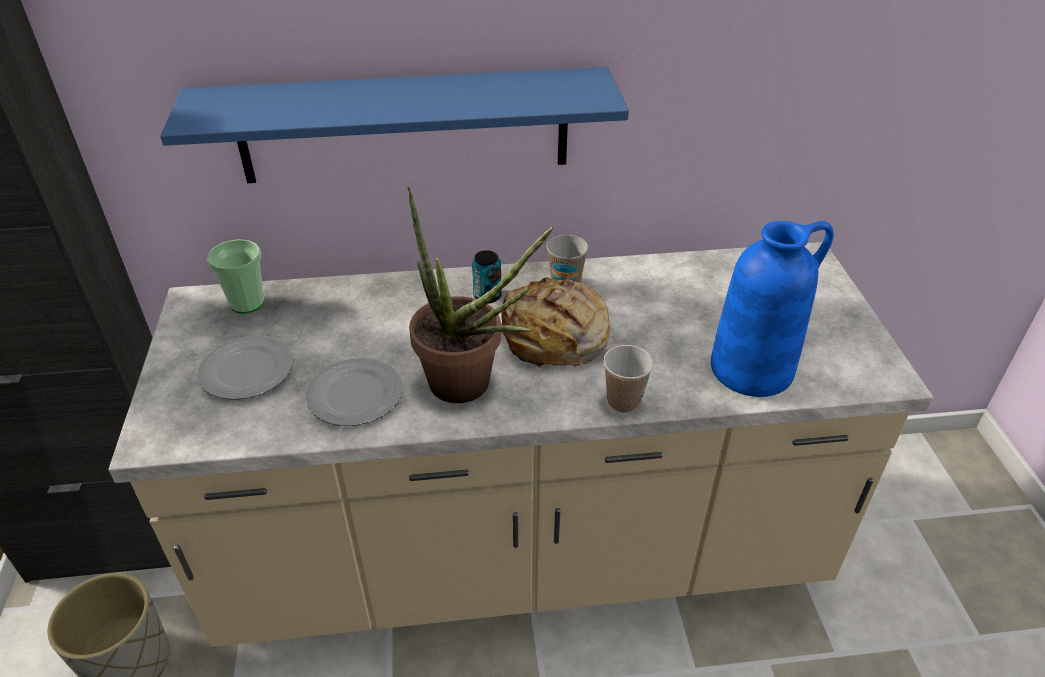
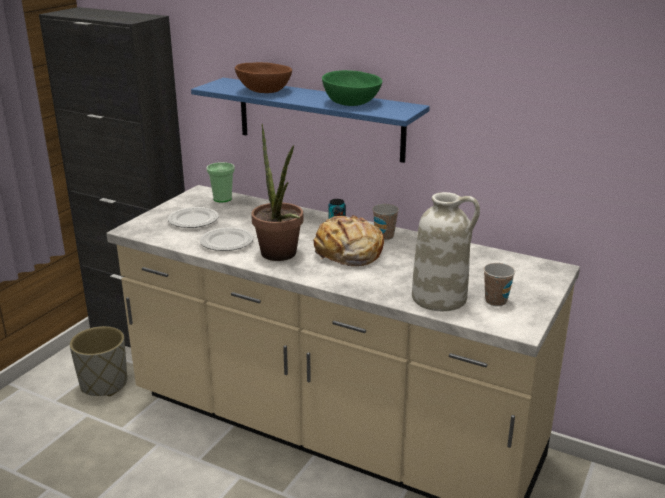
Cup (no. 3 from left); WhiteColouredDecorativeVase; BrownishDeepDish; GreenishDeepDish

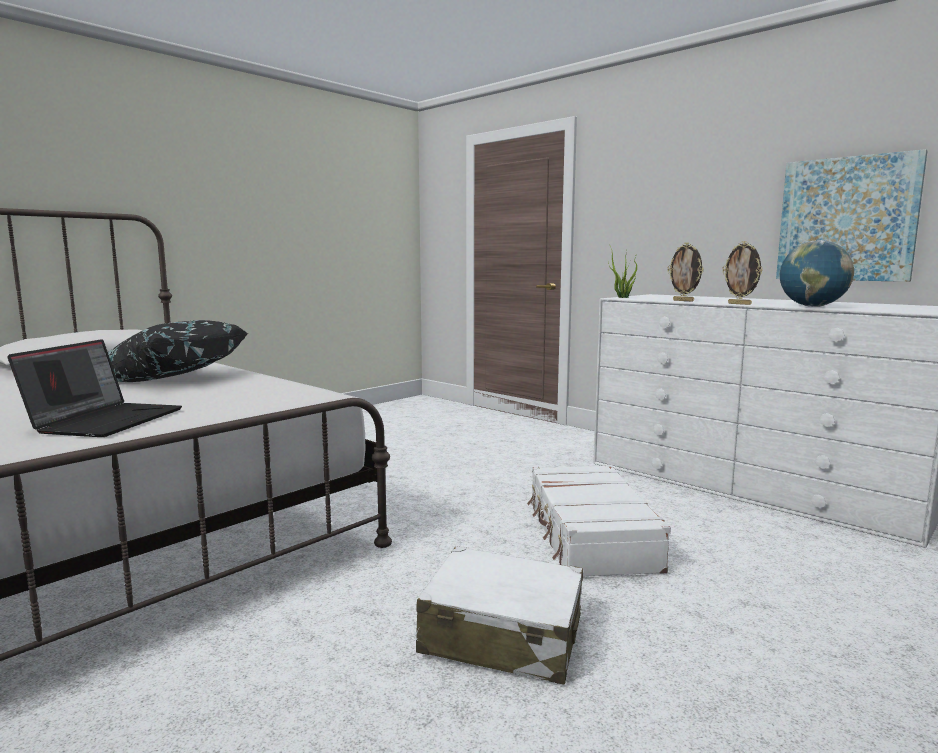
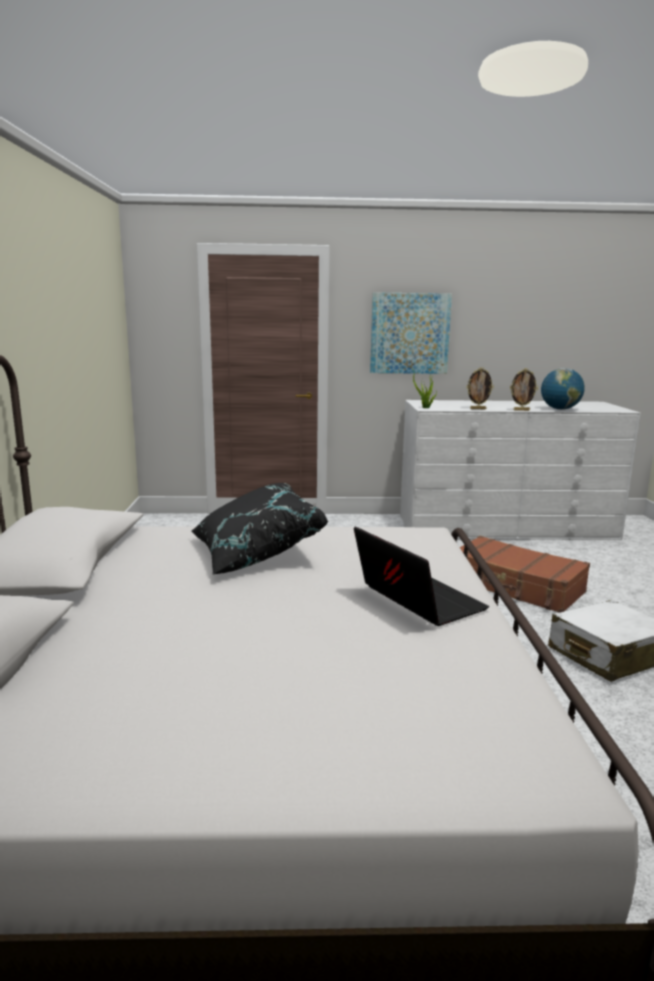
BrownishSuitcase; Picture

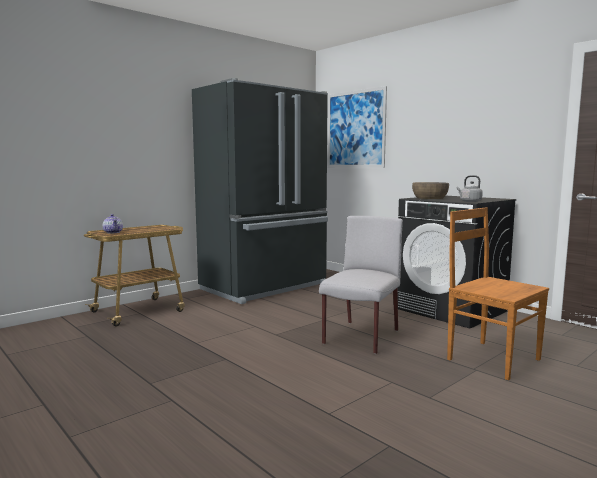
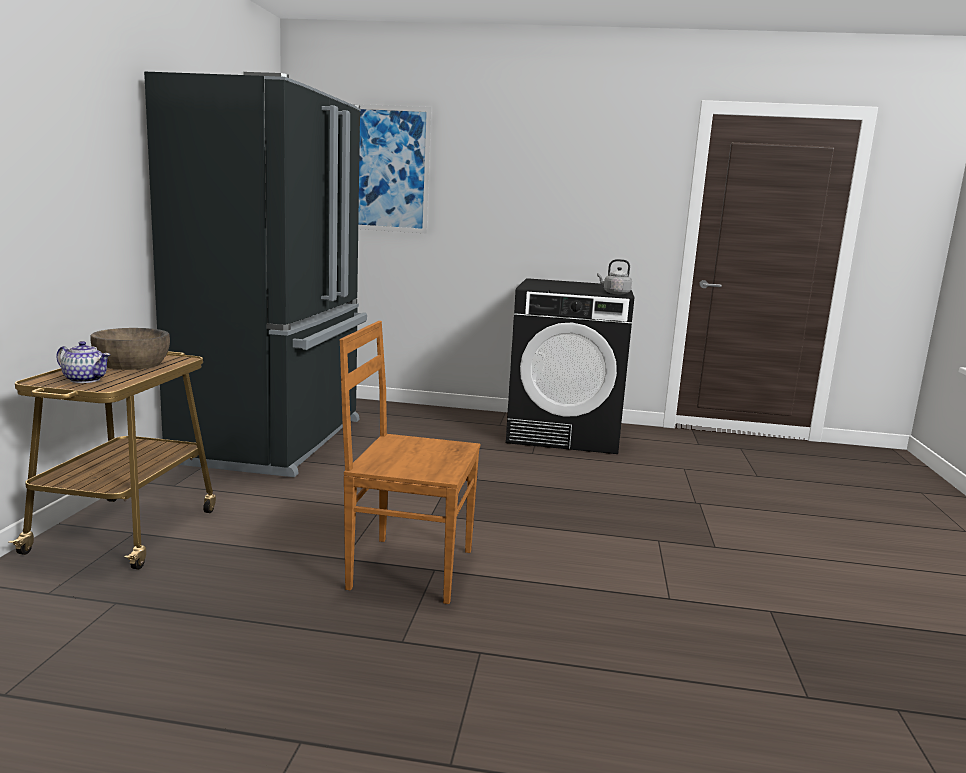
GrayChair; BrownishDeepDish; BrownishChair

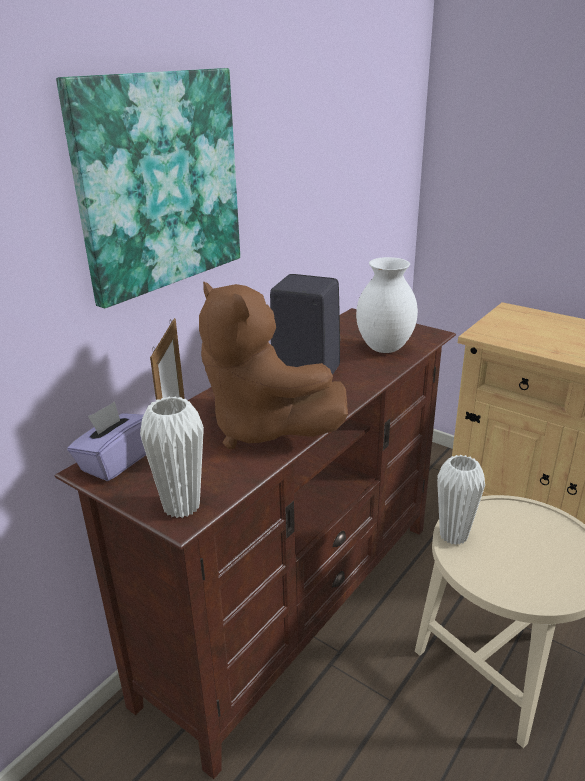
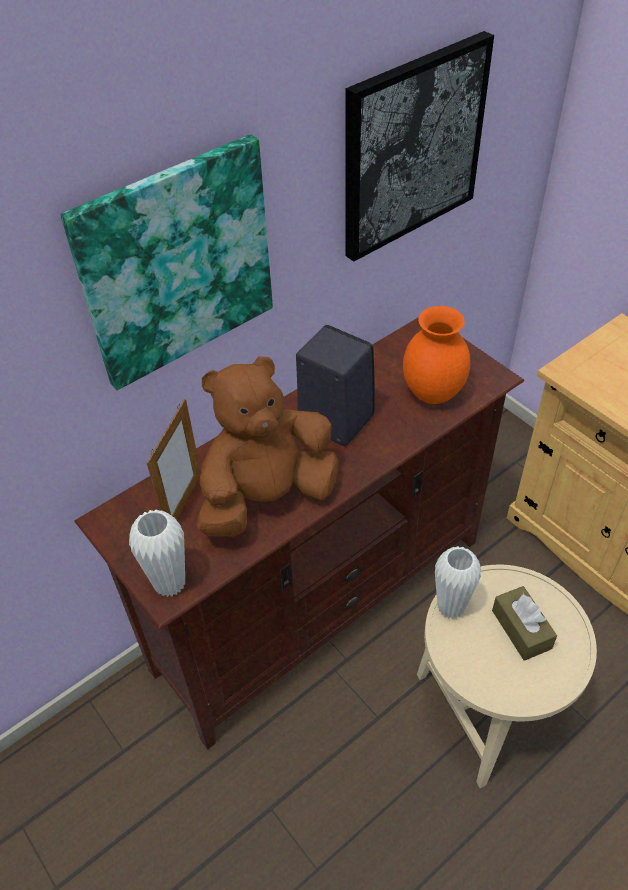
PurpleTissueBox; BrownishSoftToy; OrangeColouredDecorativeVase; Picture (no. 2 from left); BrownishTissueBox

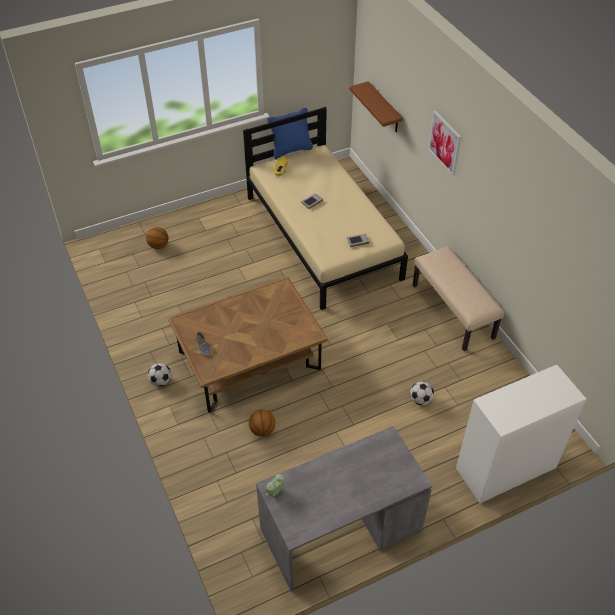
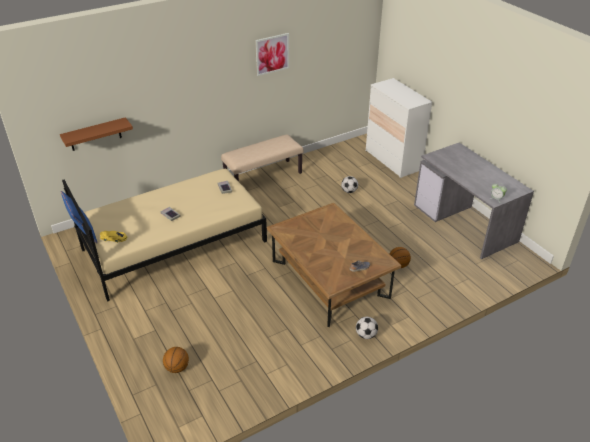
Picture

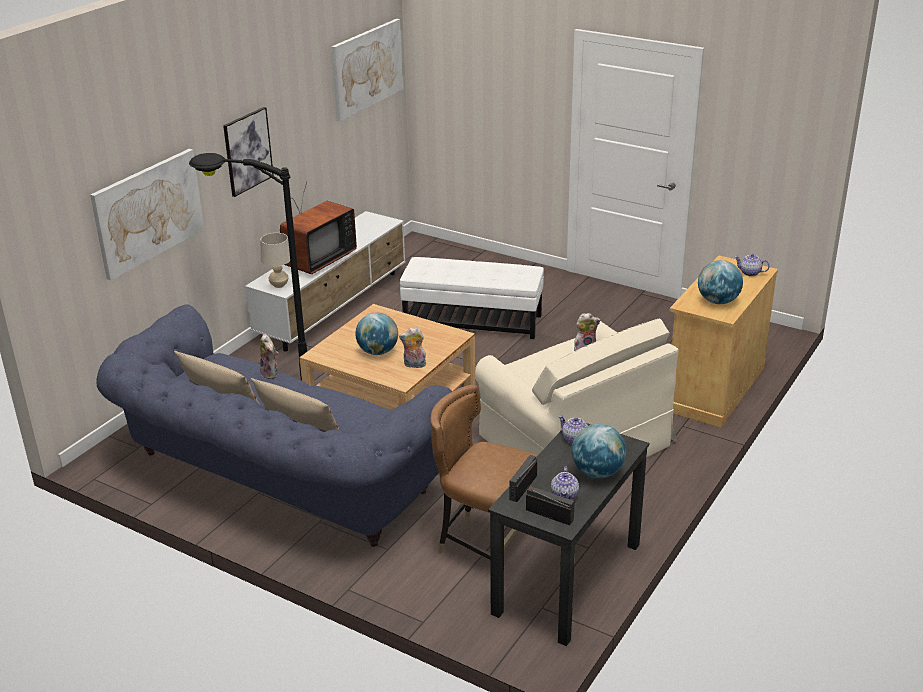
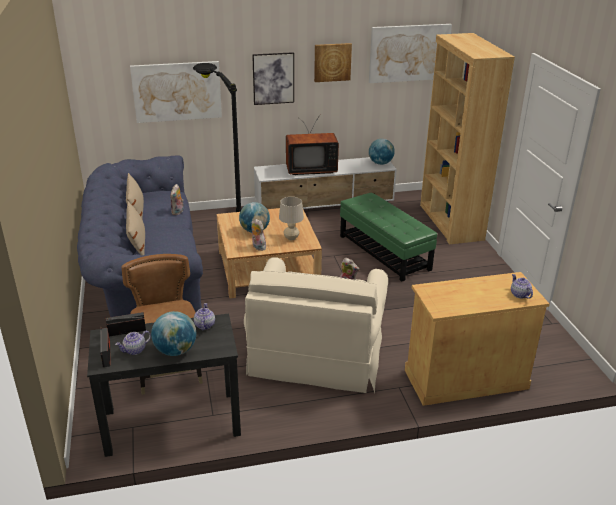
BeigeColouredTableLamp; GreenishPouffe; Globe (no. 3 from left); Picture (no. 3 from left); BrownishBookcase

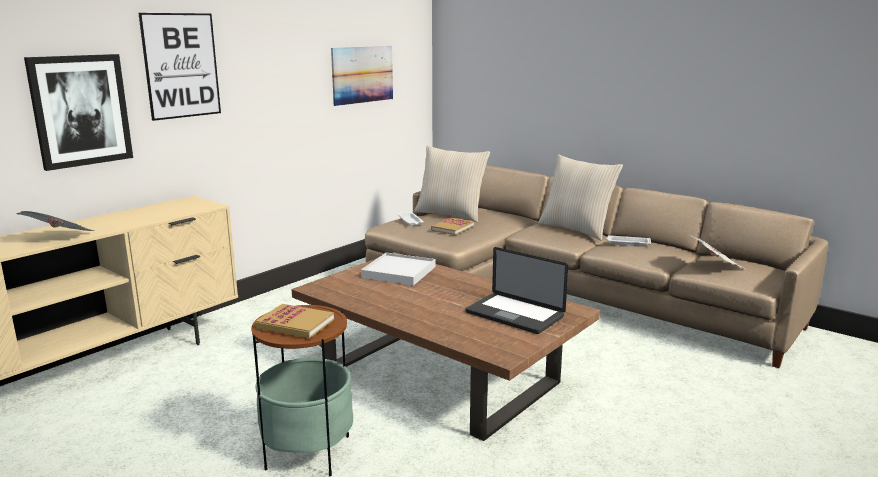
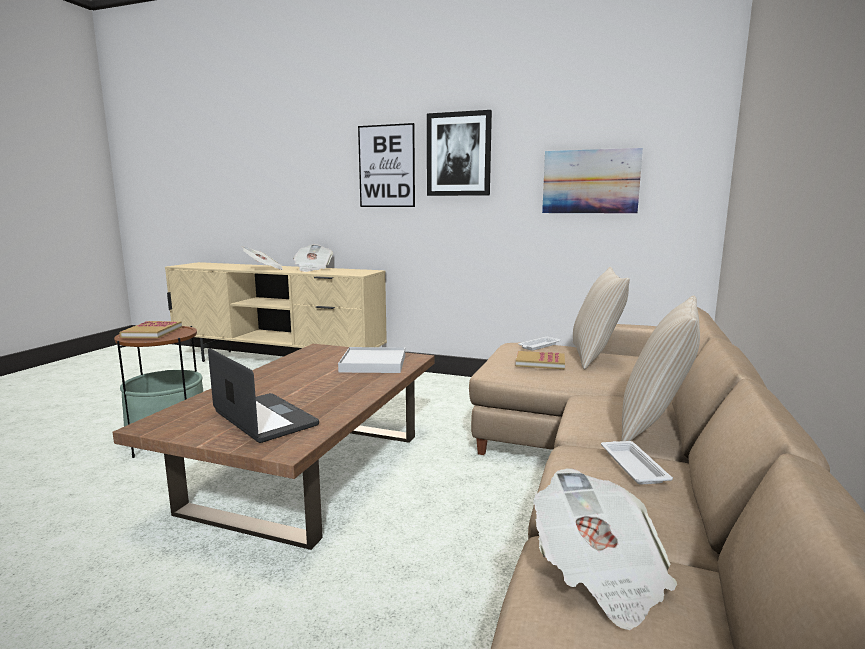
Picture (no. 2 from left); PortableComputer; PrintedPaper (no. 2 from left)

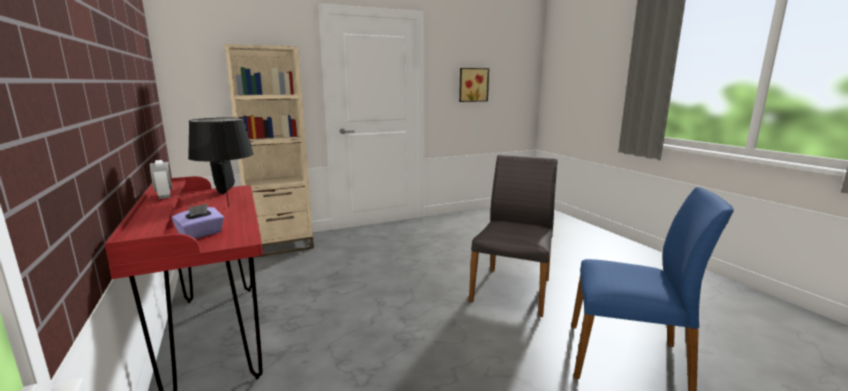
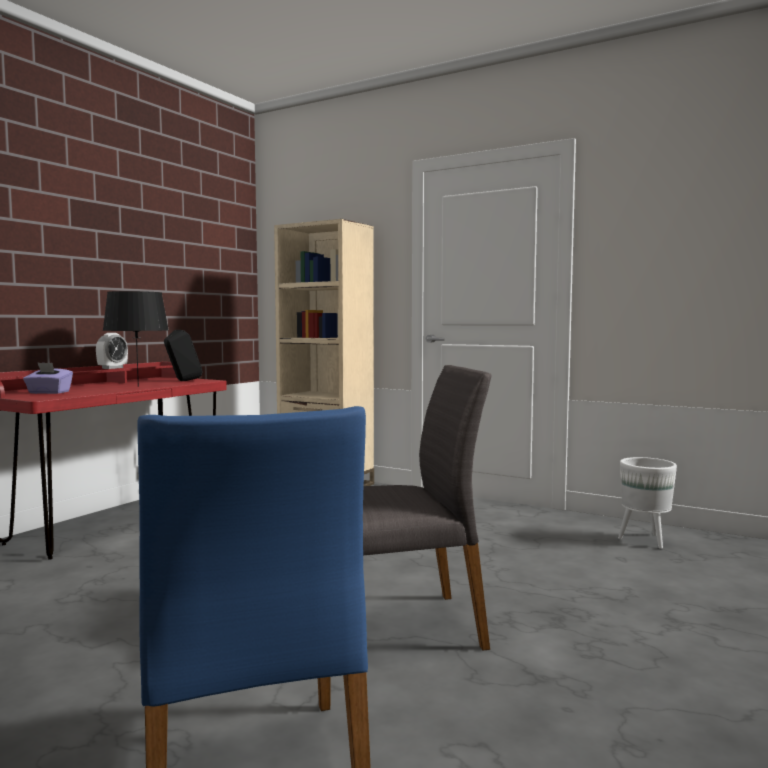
Picture; WhiteColouredFlowerPot

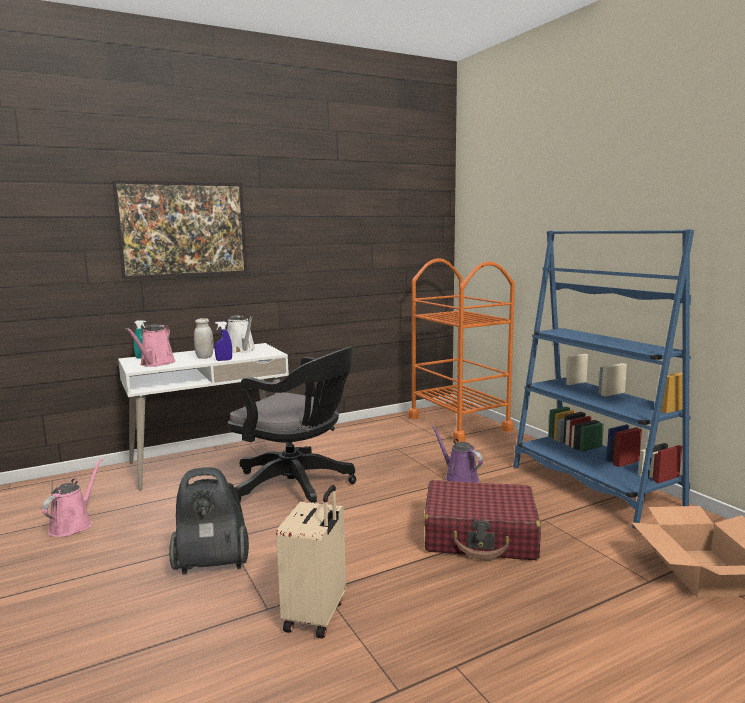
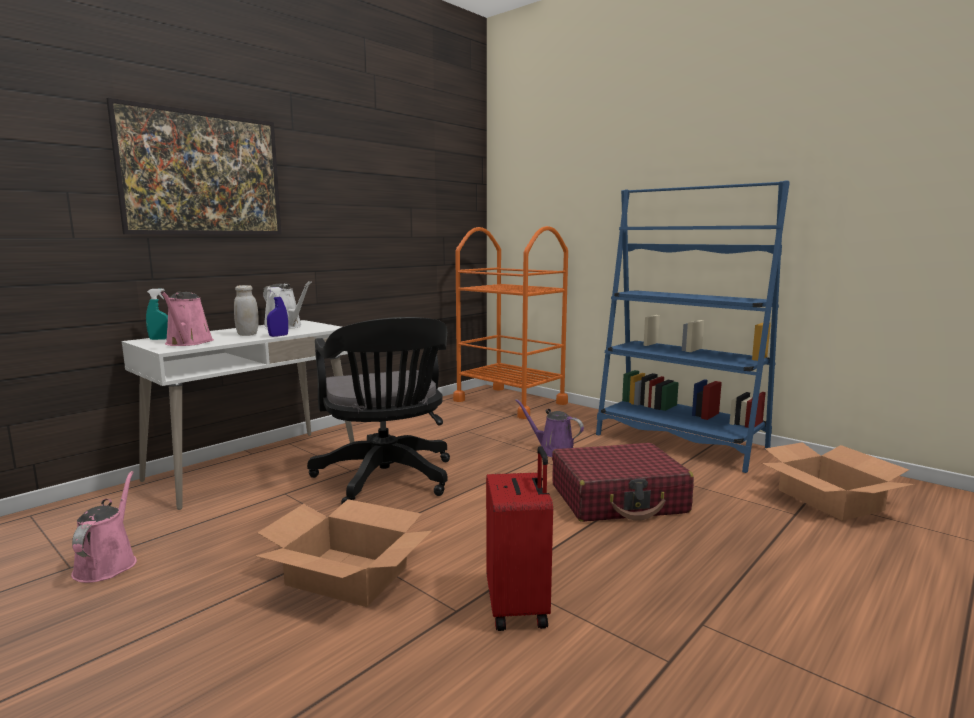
CardboardBox (no. 1 from left); BlackishComputerChair; RedColouredSuitcase (no. 1 from left)

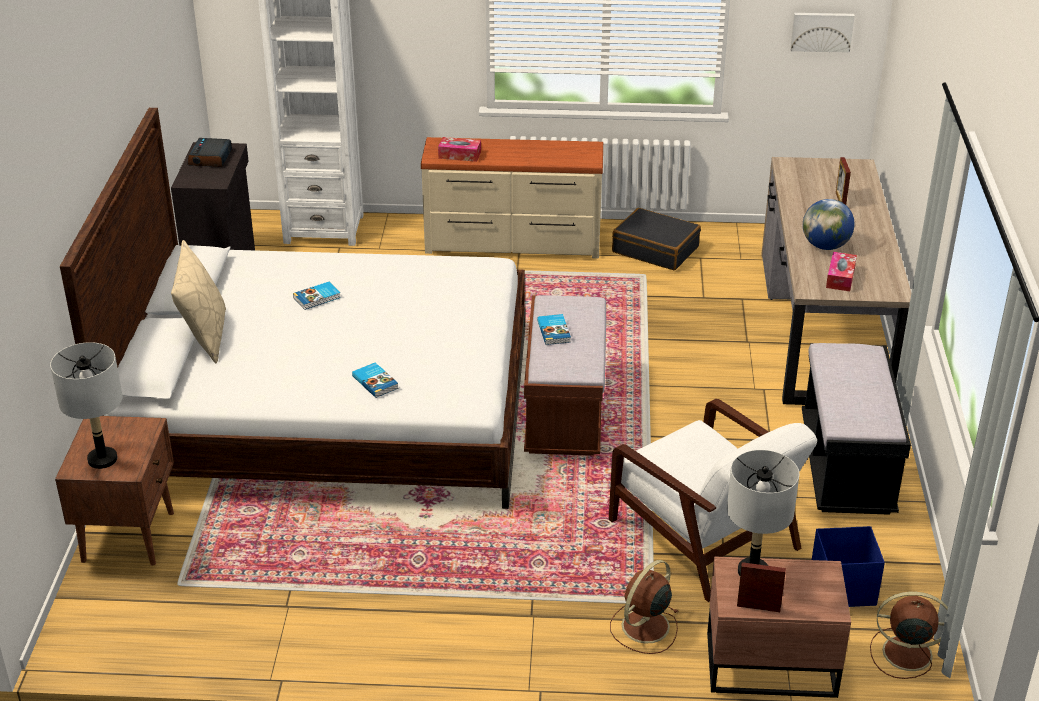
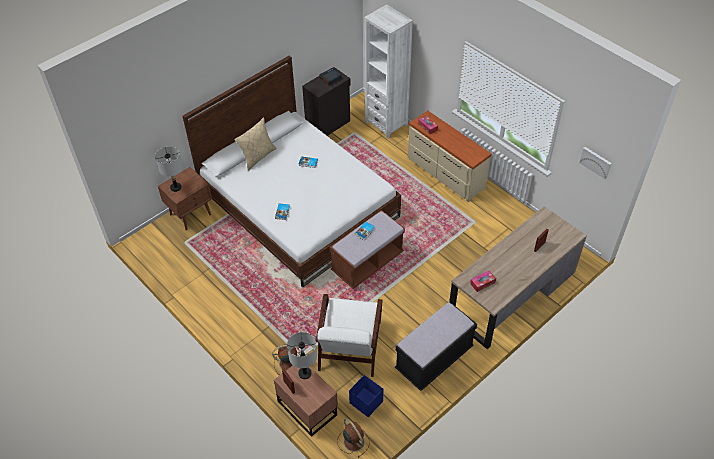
BlackishSuitcase; Globe

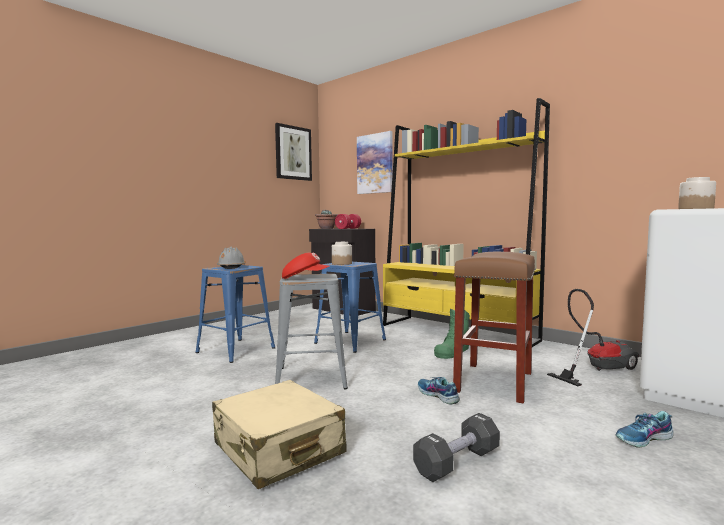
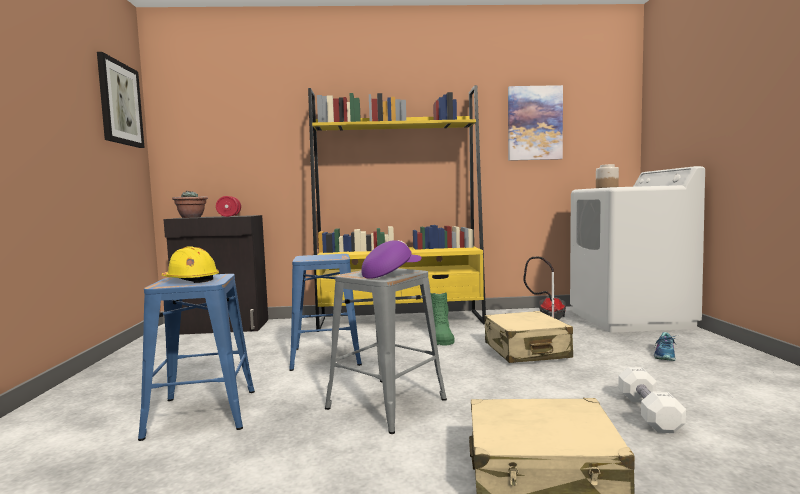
YellowHardHat; PurpleCap; StorageJar (no. 1 from left in the first image); Picture (no. 2 from left); WhiteColouredFreeWeight; ItemOfFootwear (no. 1 from left in the first image); BeigeColouredSuitcase (no. 1 from left)

